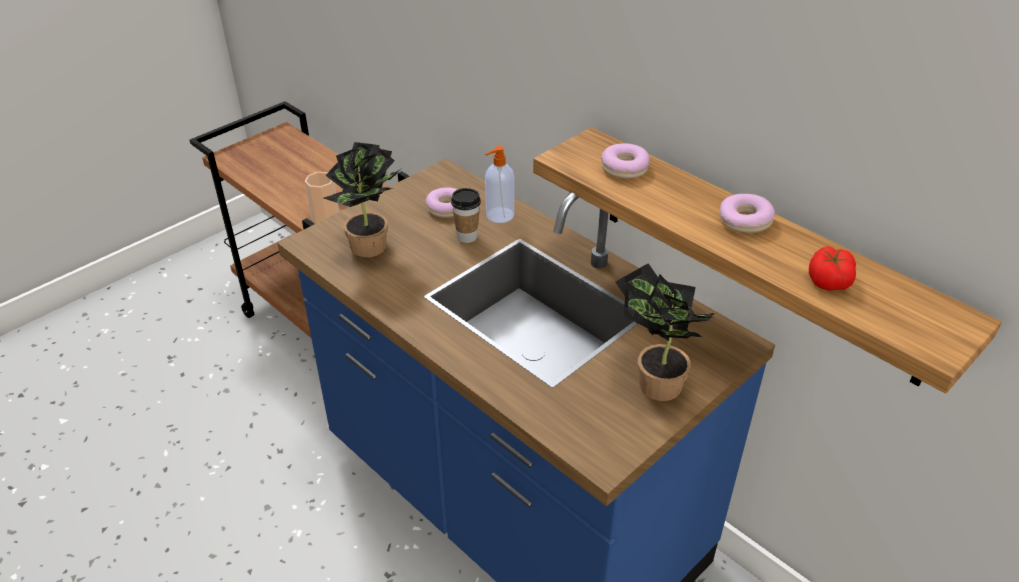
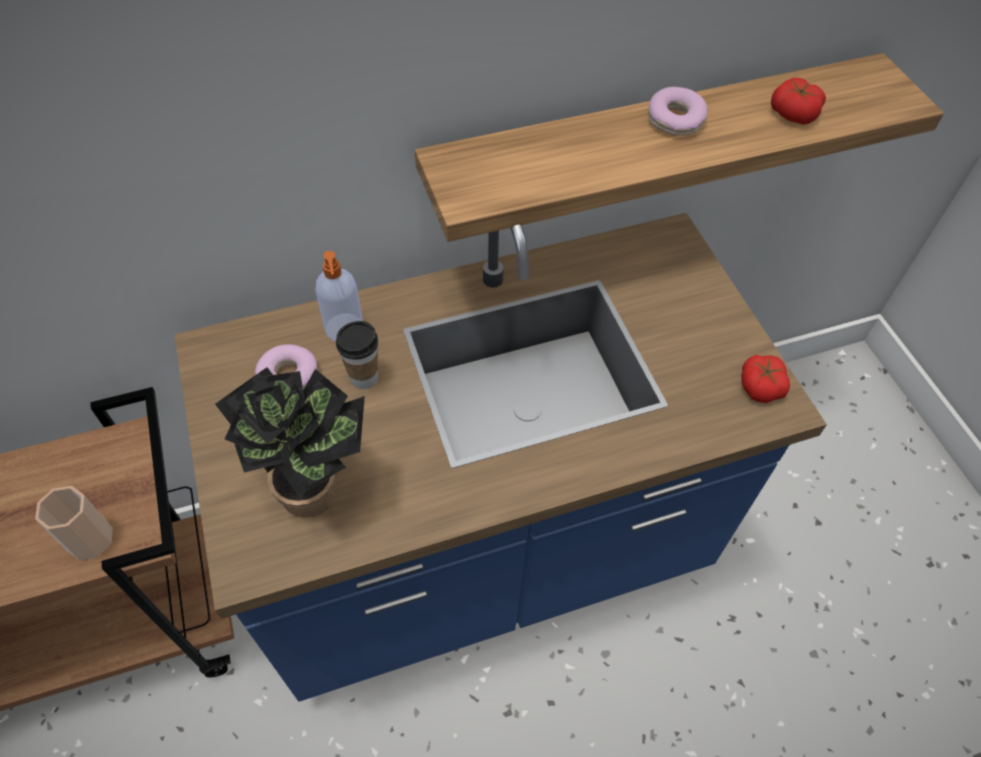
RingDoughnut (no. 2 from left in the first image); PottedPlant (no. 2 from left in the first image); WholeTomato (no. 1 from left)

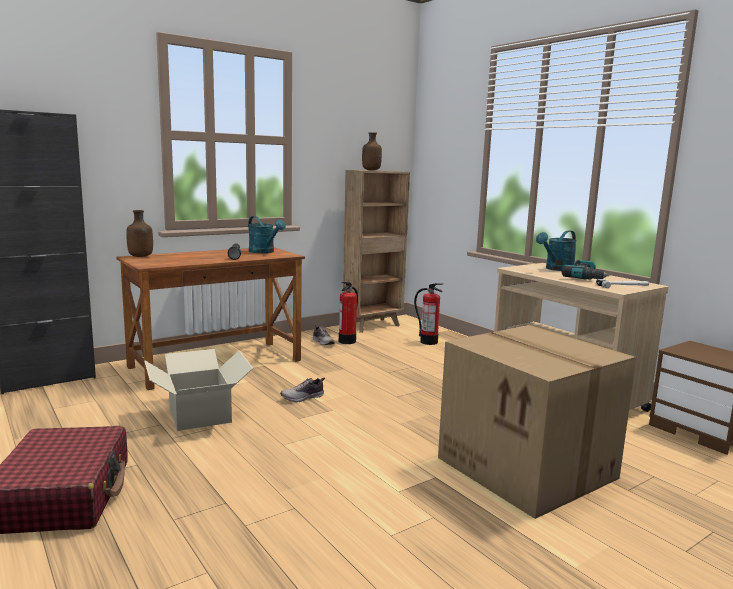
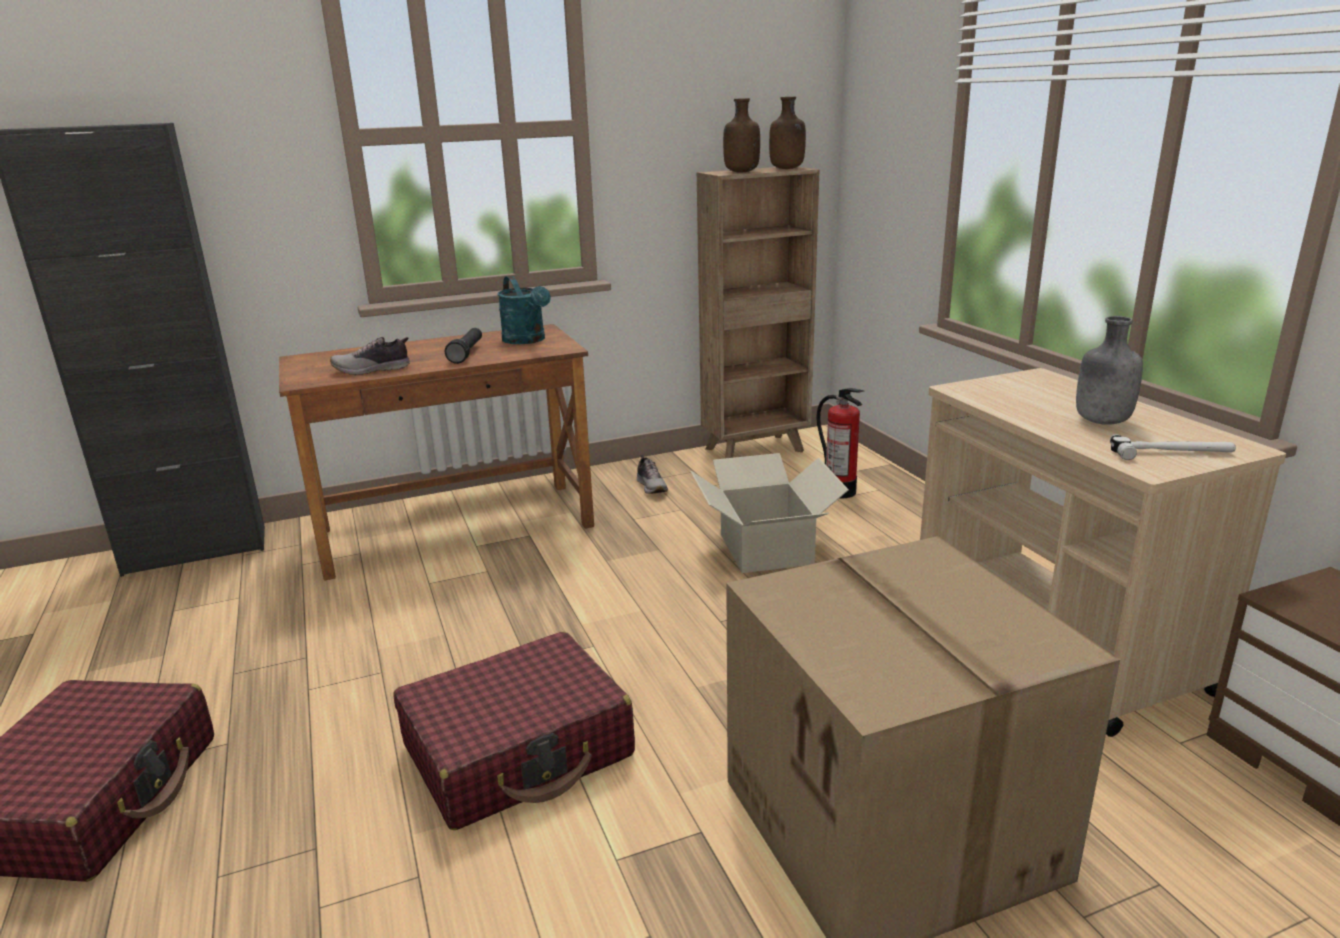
BrownishDrinkBottle (no. 2 from left); CardboardBox (no. 1 from left); ItemOfFootwear (no. 1 from left); FireExtinguisher (no. 1 from left in the first image); TurquoiseColouredSprinklingCan (no. 2 from left in the first image); GrayDrinkBottle; RedColouredSuitcase (no. 2 from left)

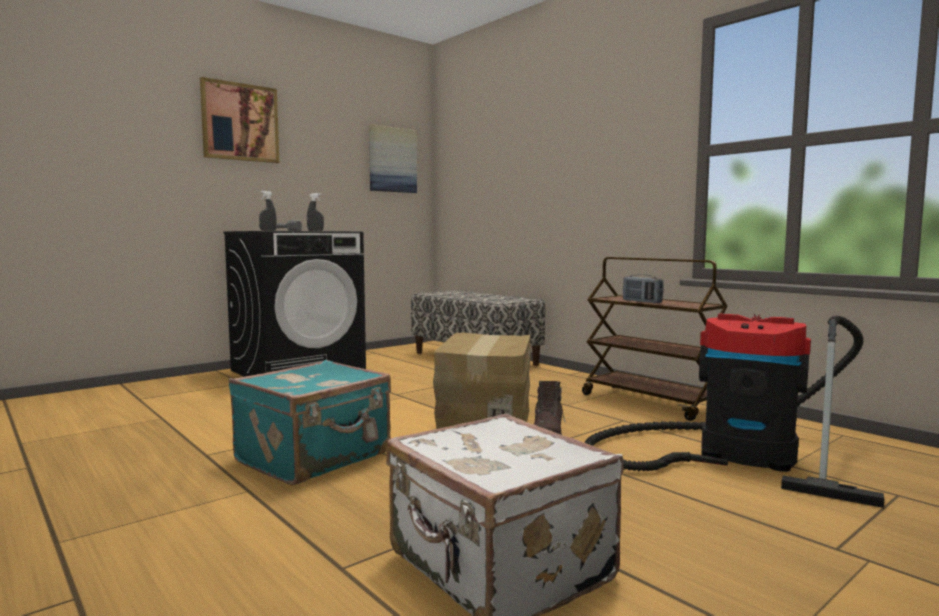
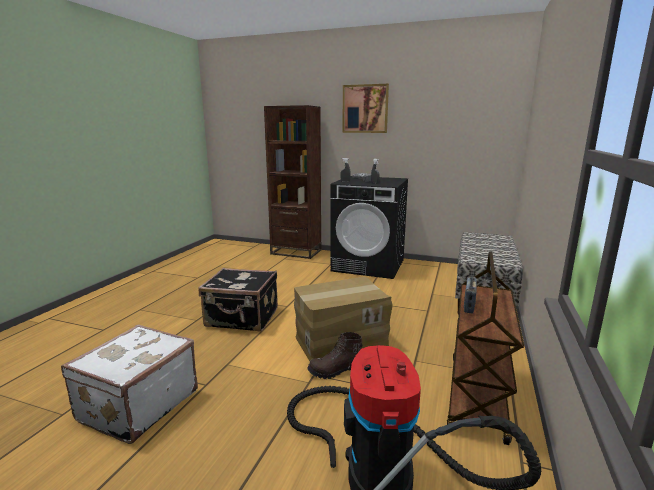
BlackishSuitcase; Picture (no. 2 from left in the first image); BrownishBookcase

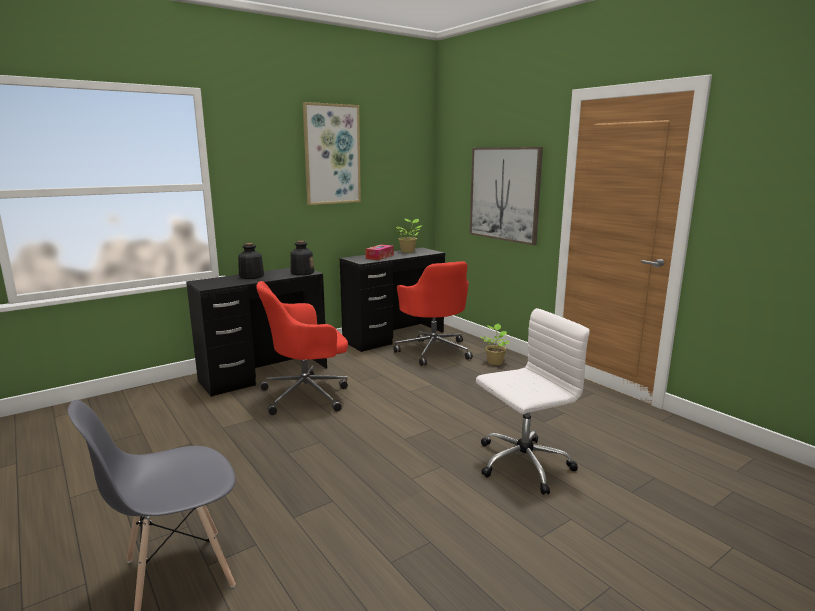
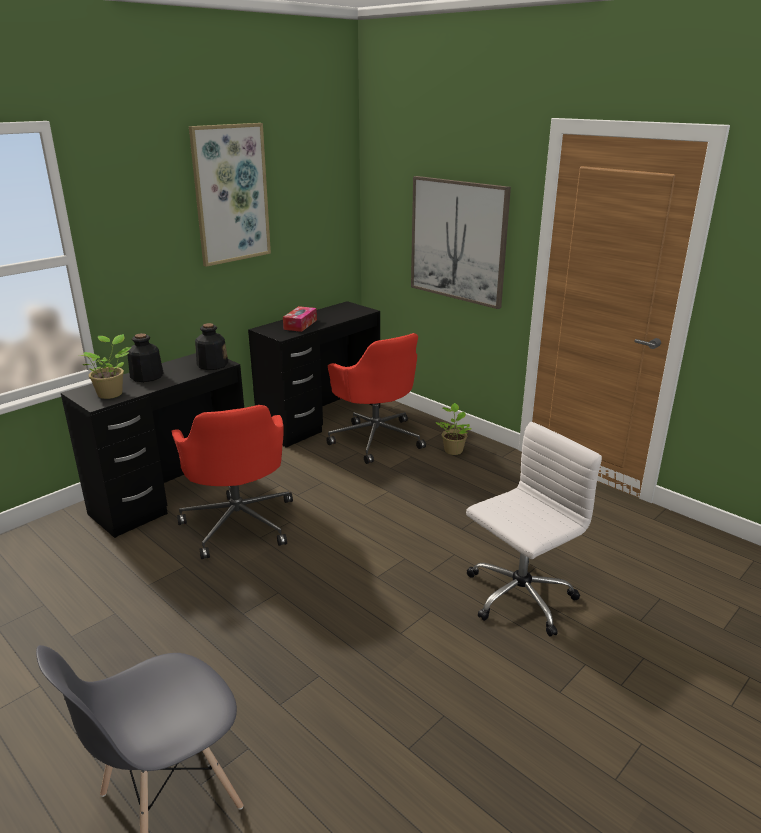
RedColouredComputerChair (no. 1 from left); PottedPlant (no. 1 from left)

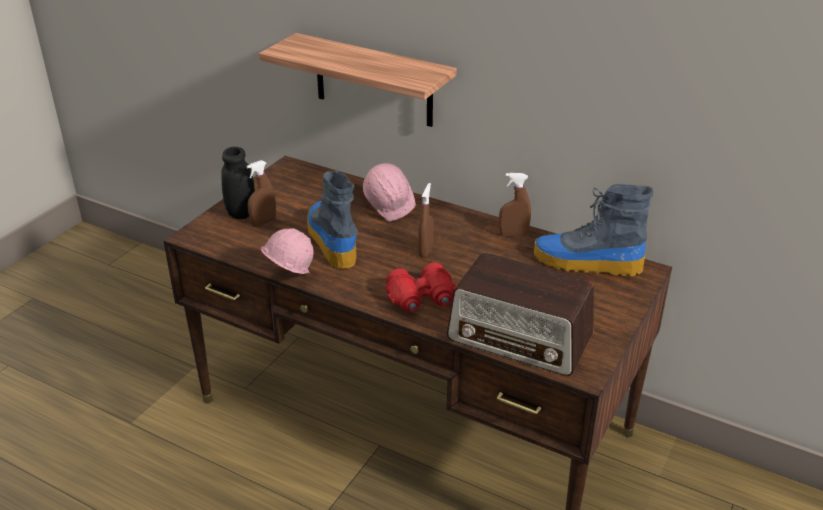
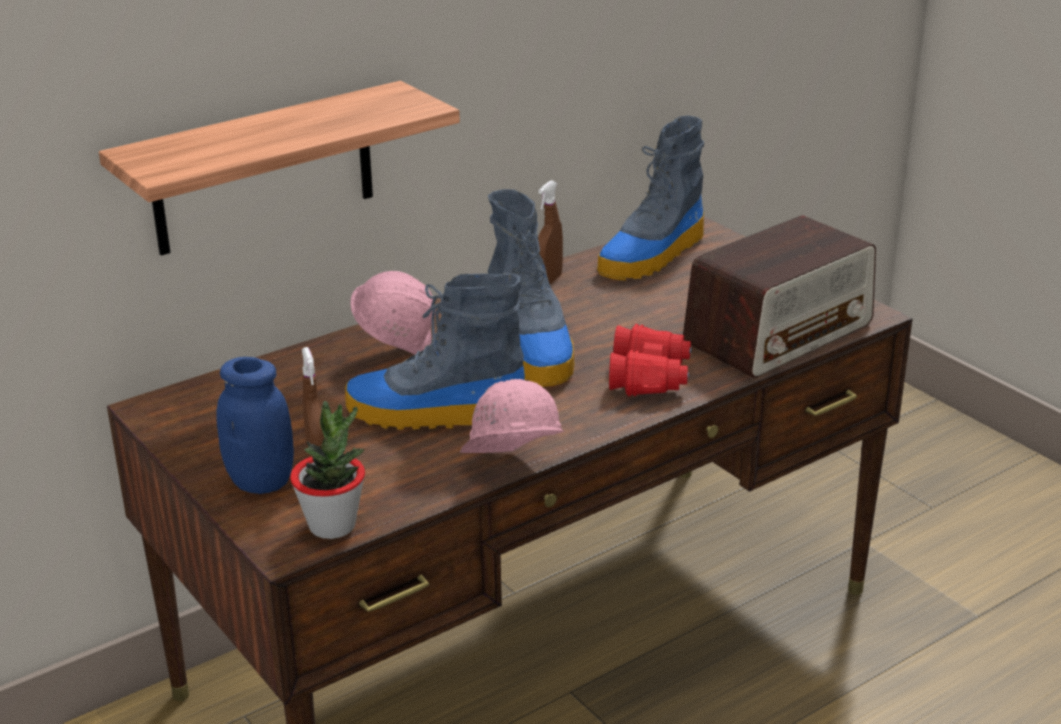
BlueStorageJar; Boot (no. 2 from left); PottedPlant

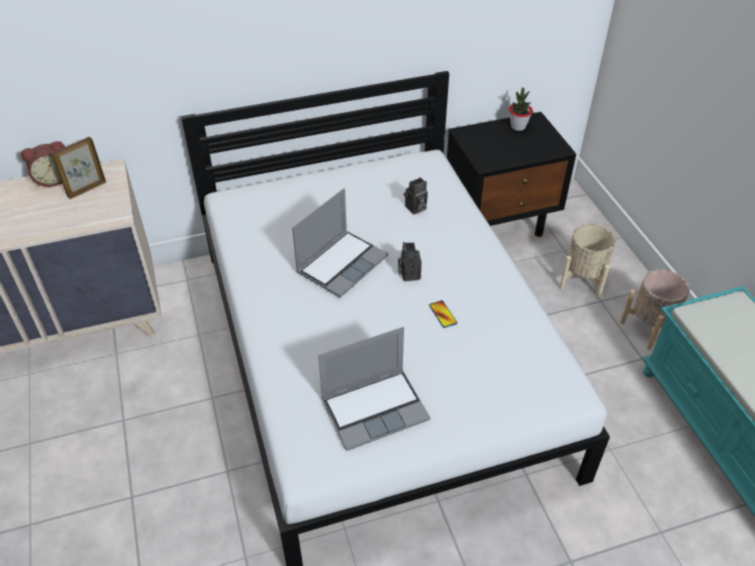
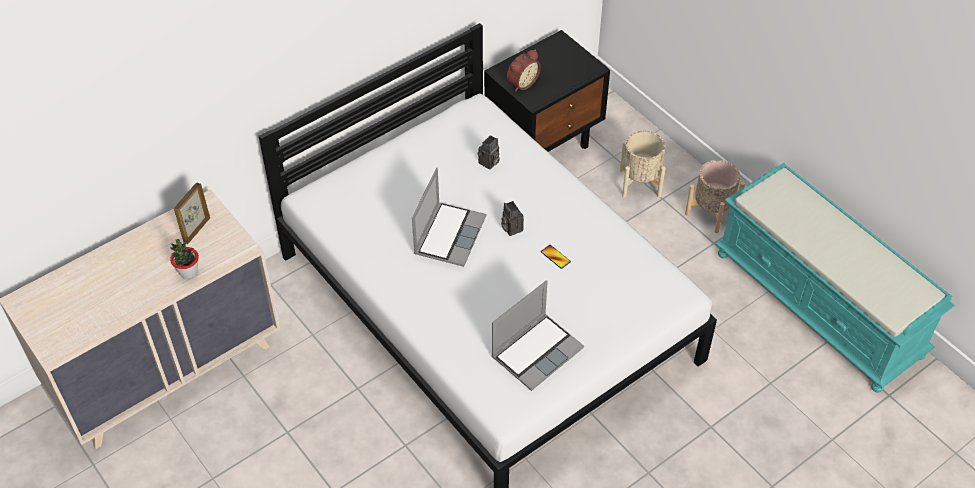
TableClock; PottedPlant

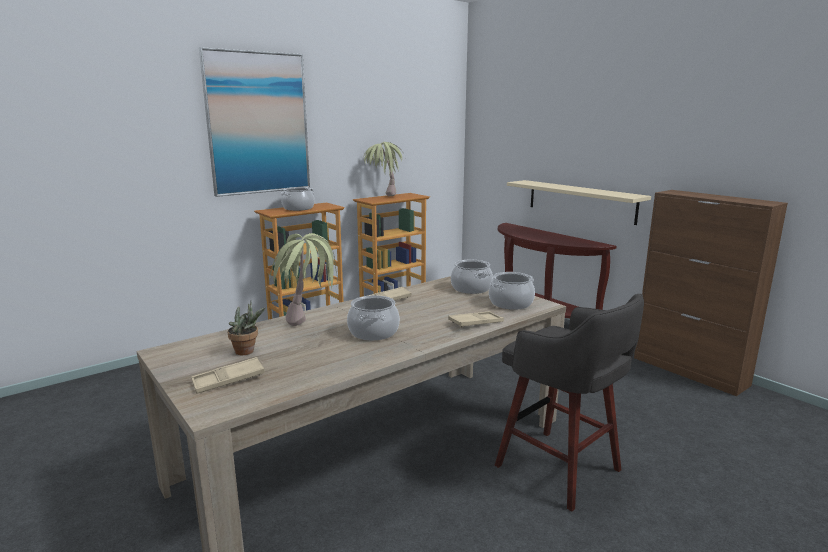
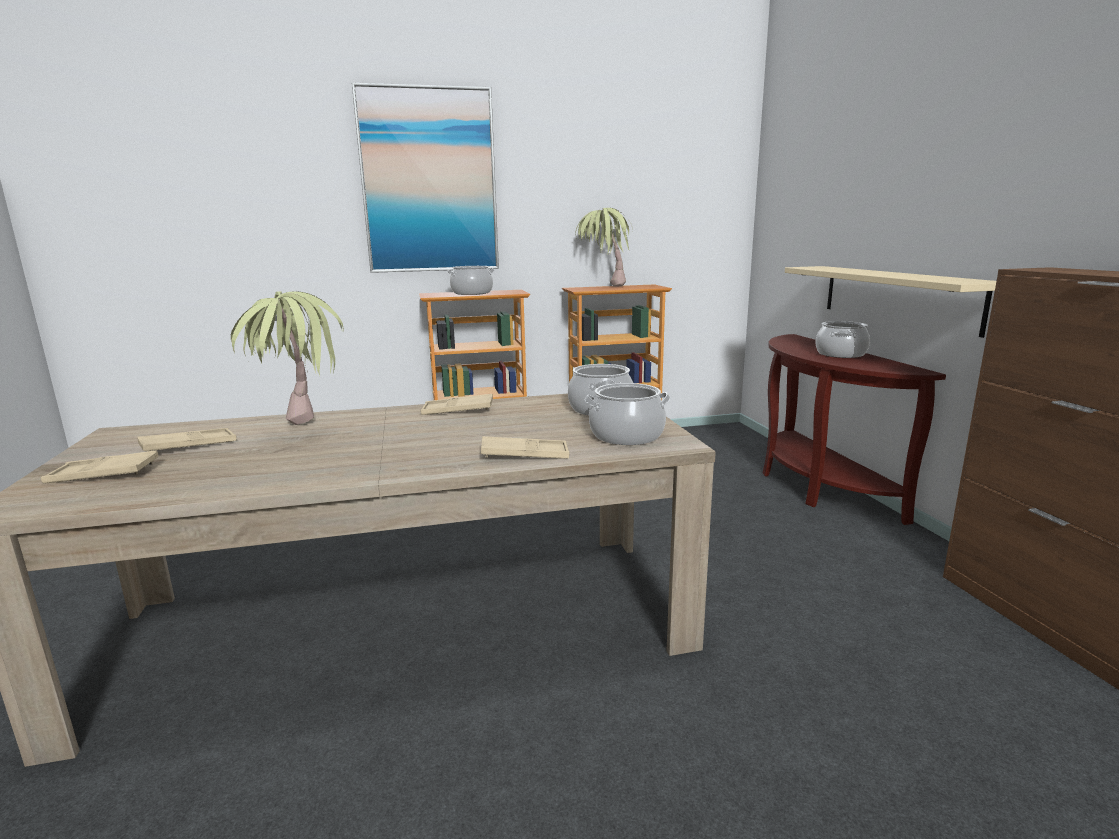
BeigeColouredServingTray (no. 2 from left); Saucepot (no. 4 from left); GraySittingStool

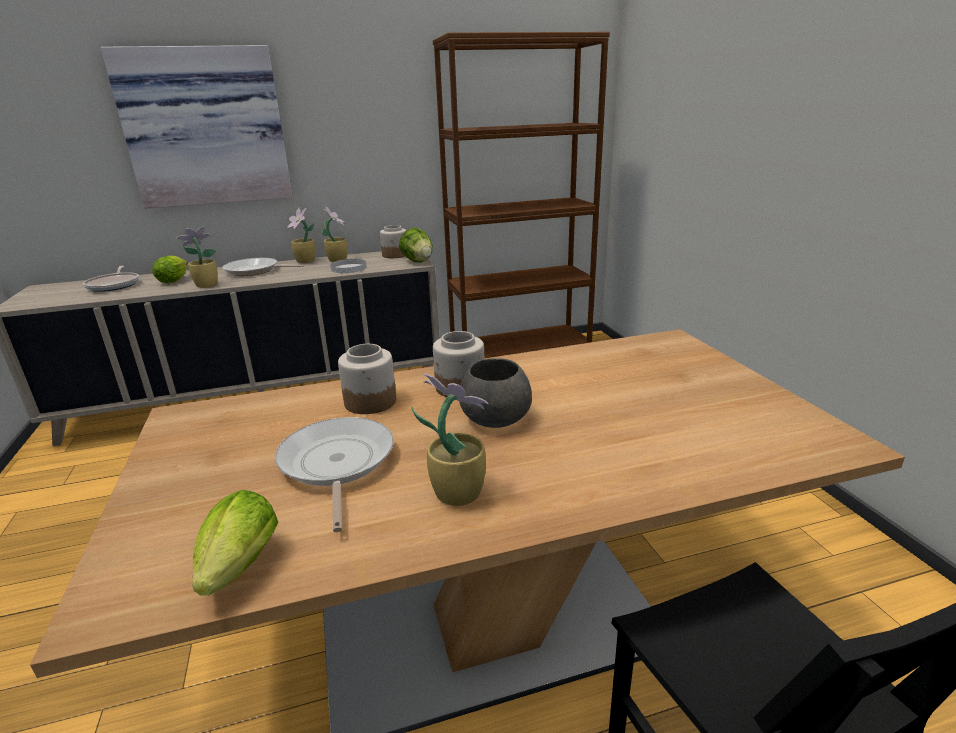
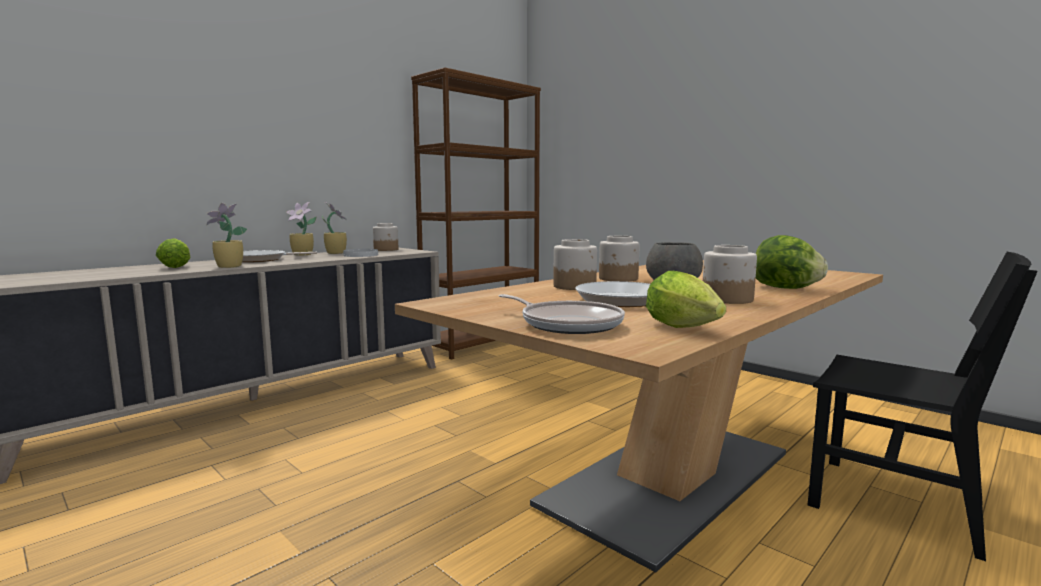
Pan (no. 2 from left); Picture; Lettuce (no. 3 from left); StorageJar (no. 4 from left)

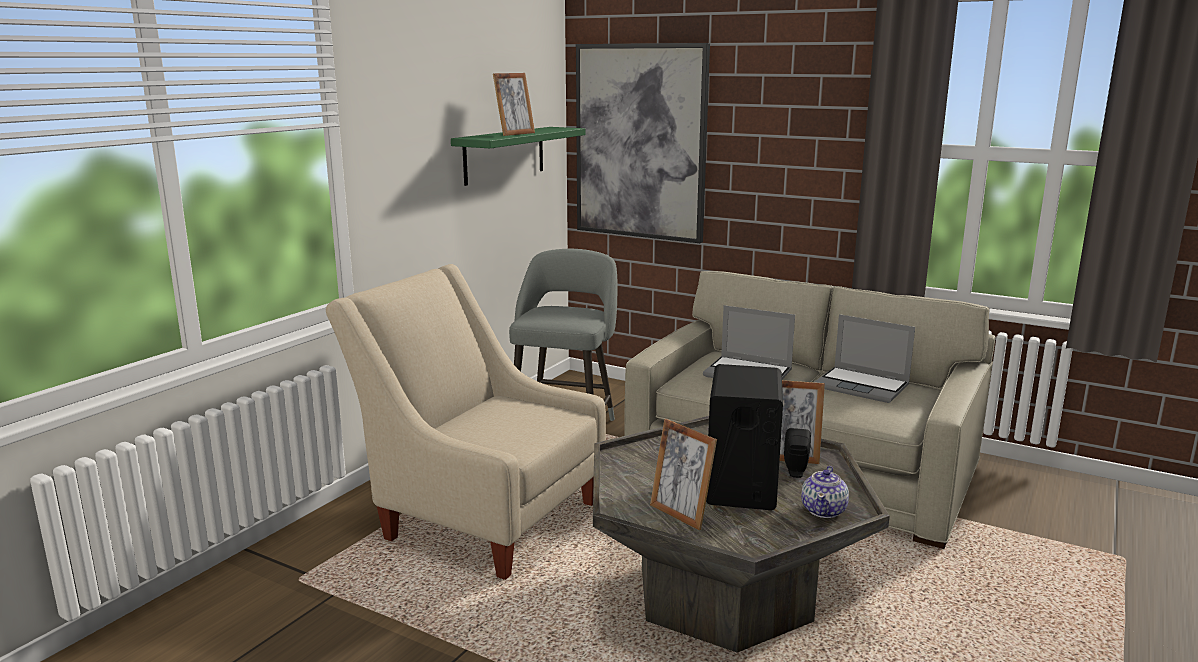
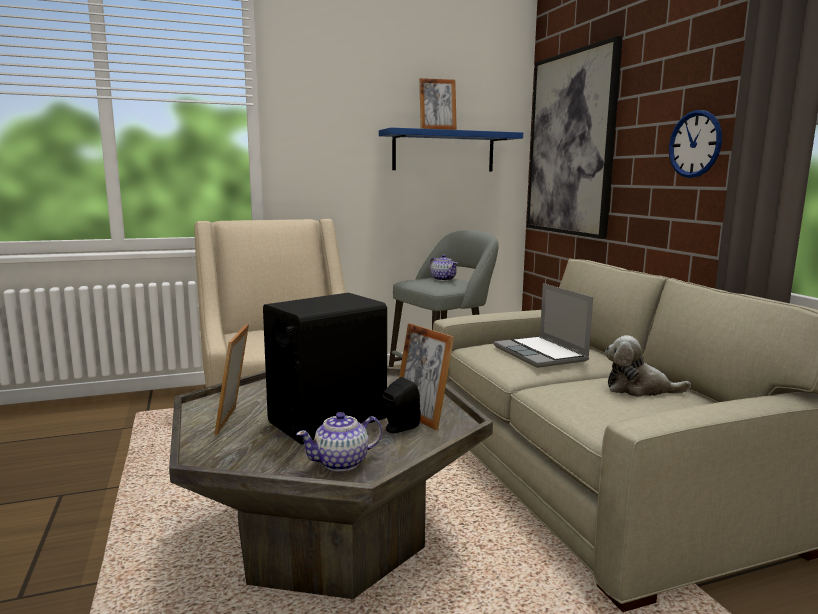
BlueWallShelf; SoftToy; TeaPot (no. 2 from left); ClockOnTheWall

